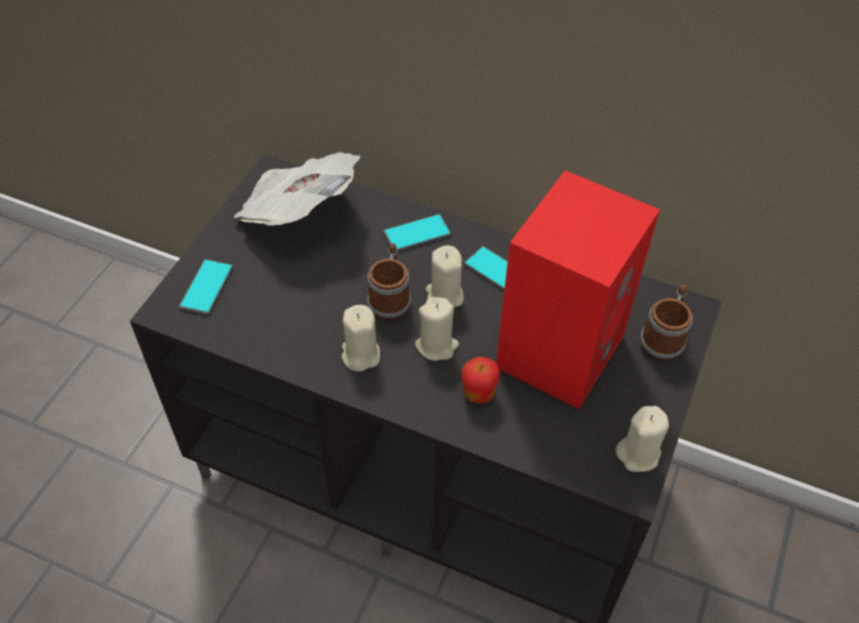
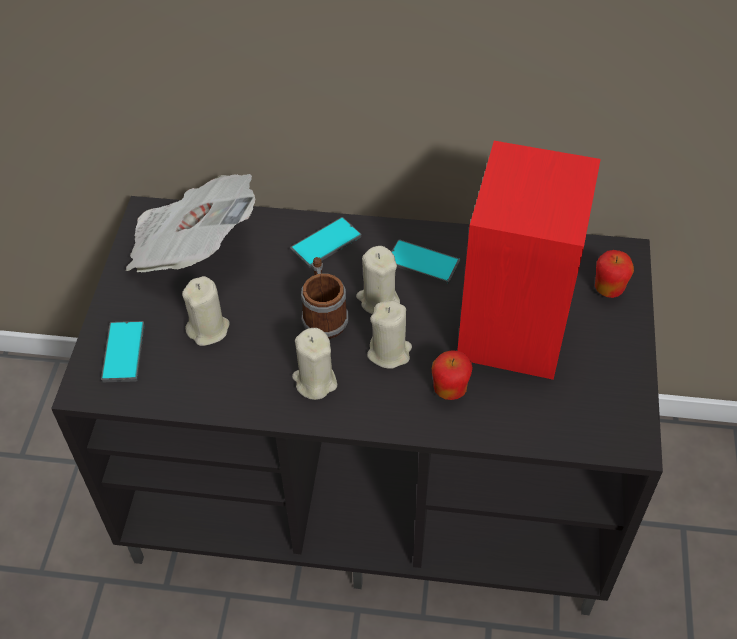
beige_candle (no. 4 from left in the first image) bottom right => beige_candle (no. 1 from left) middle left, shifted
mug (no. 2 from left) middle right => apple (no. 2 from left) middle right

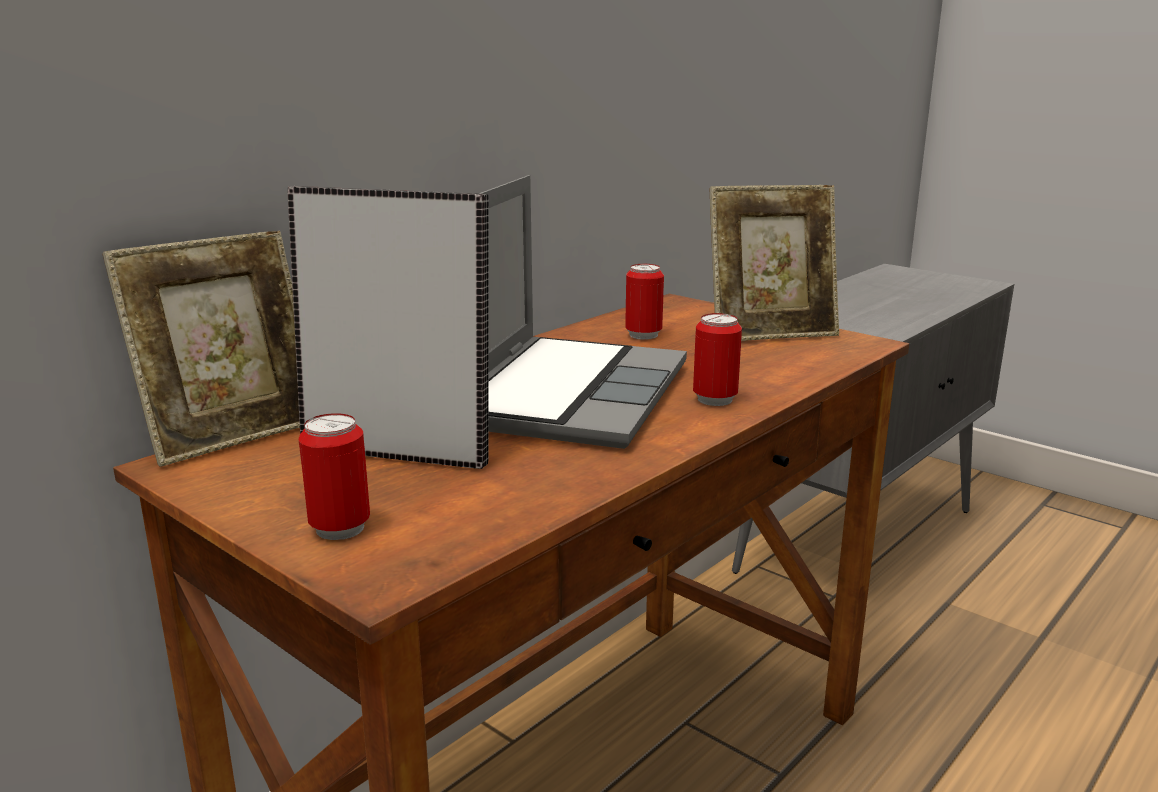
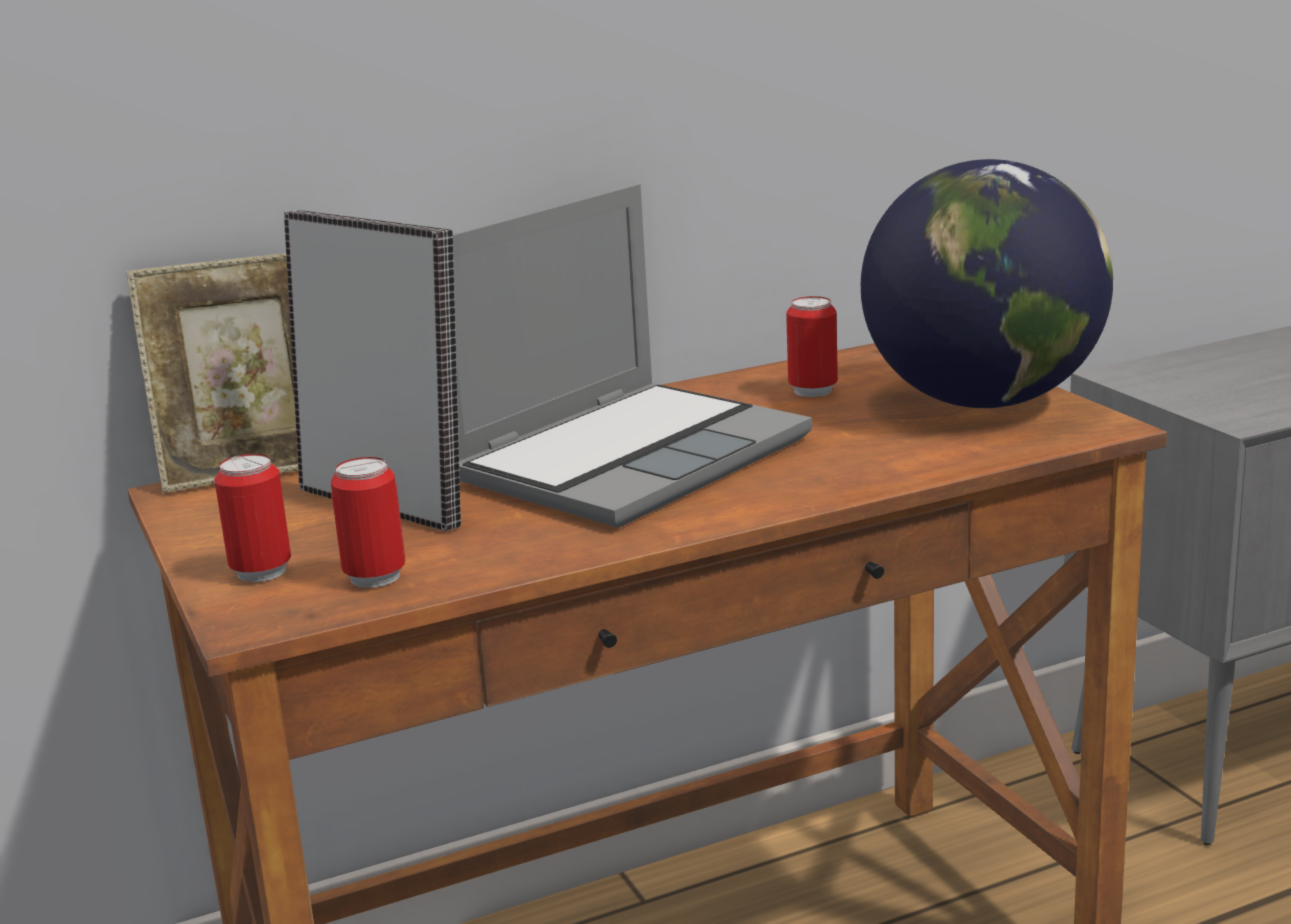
can (no. 3 from left in the first image) centre => can (no. 2 from left) middle left, shifted
picture_frame (no. 3 from left) top right => globe top right

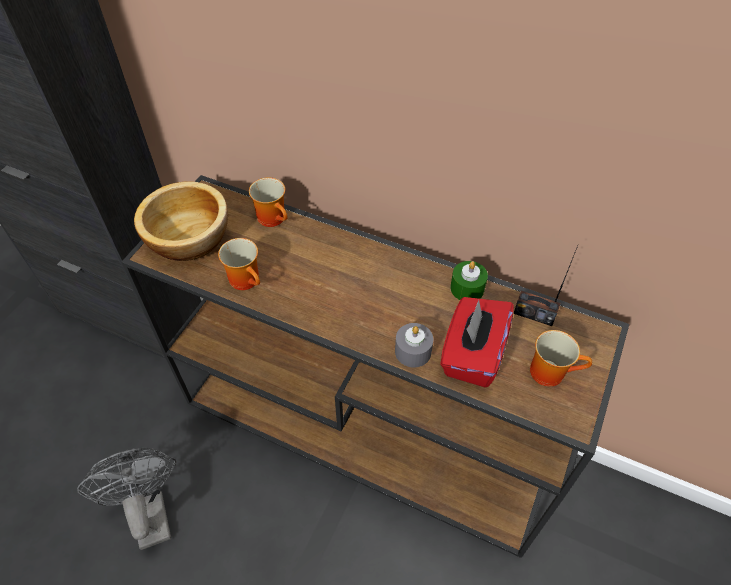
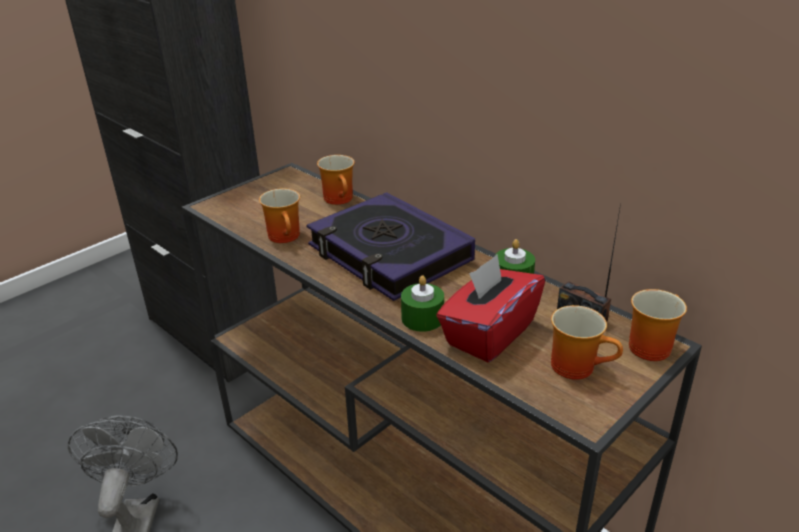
nothing => book centre
grey_candle centre => green_candle (no. 1 from left) centre
nothing => mug (no. 4 from left) middle right
bowl middle left => nothing

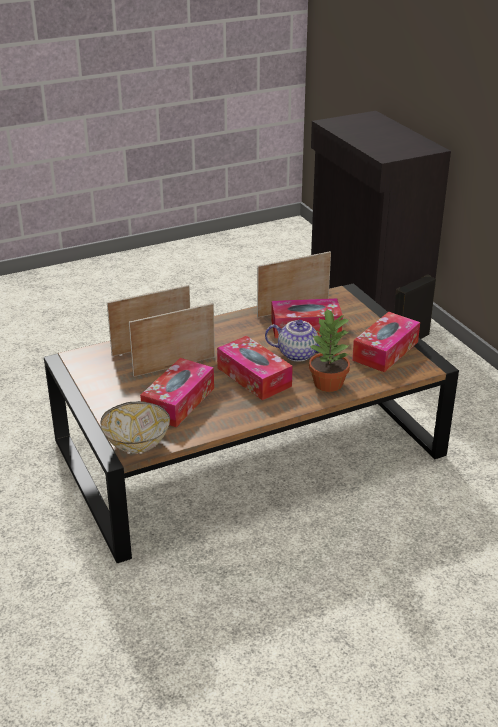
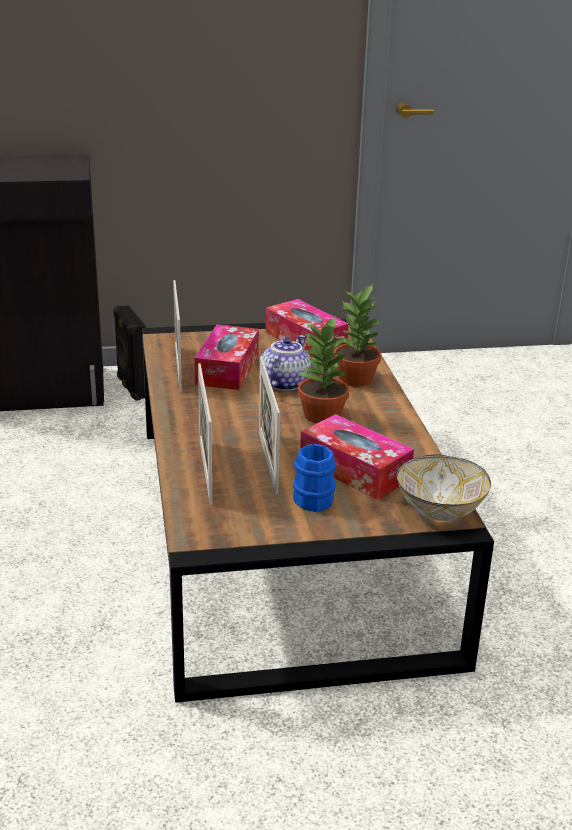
nothing => blue_mug centre
tissue_box (no. 2 from left) centre => potted_plant (no. 1 from left) centre

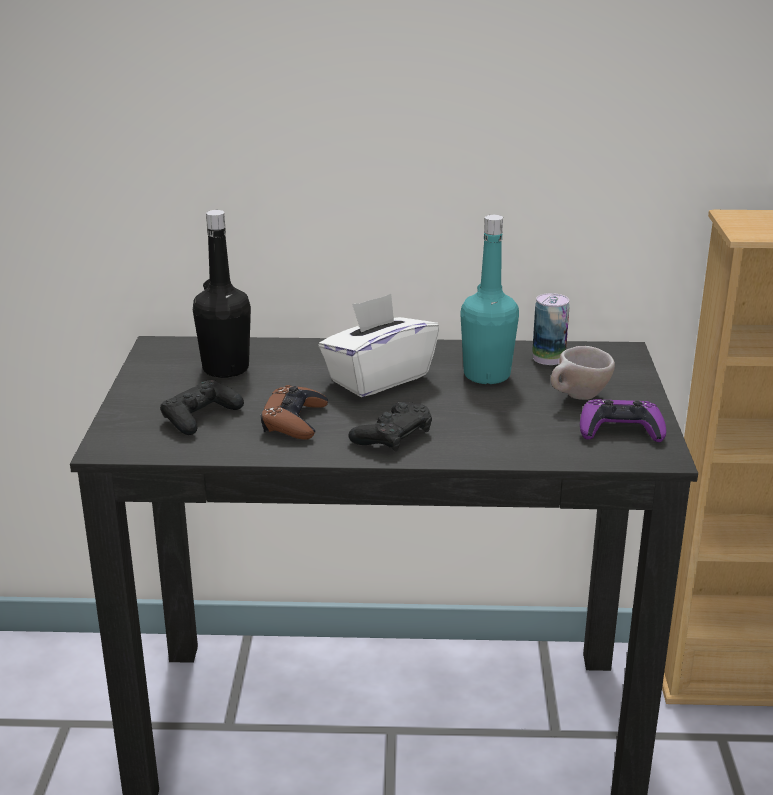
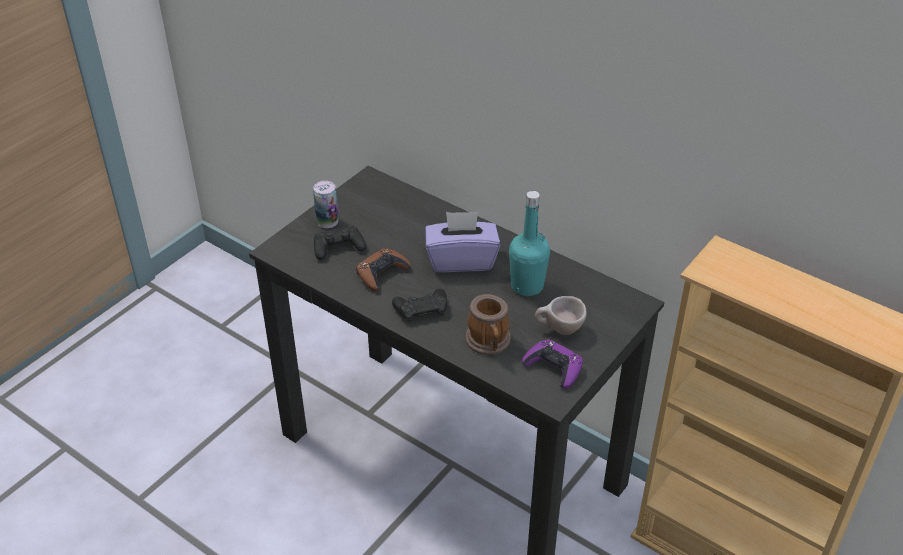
can middle right => can centre, shifted
white_tissue_box centre => purple_tissue_box centre
nothing => mug centre
black_bottle middle left => nothing

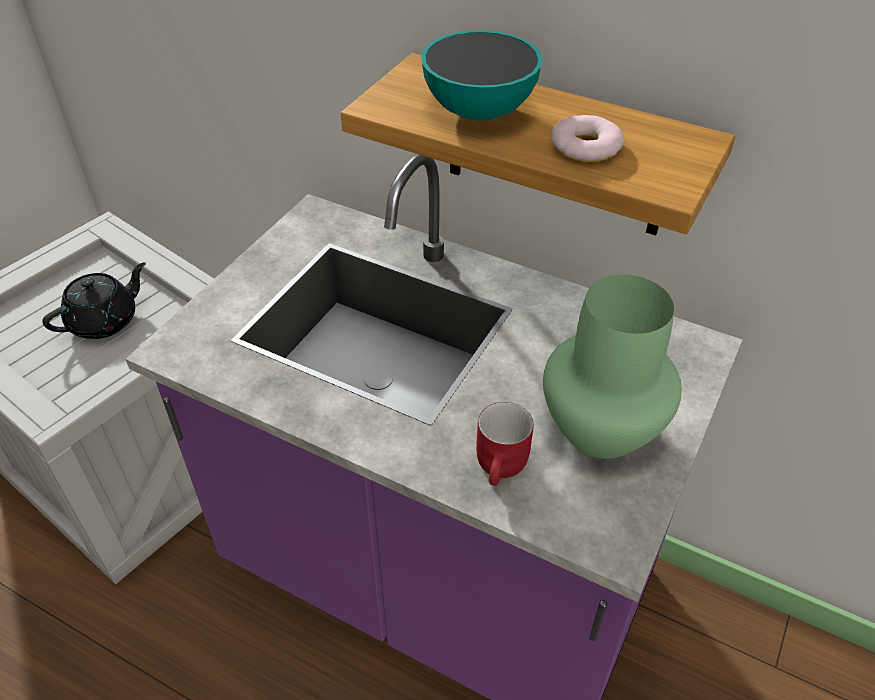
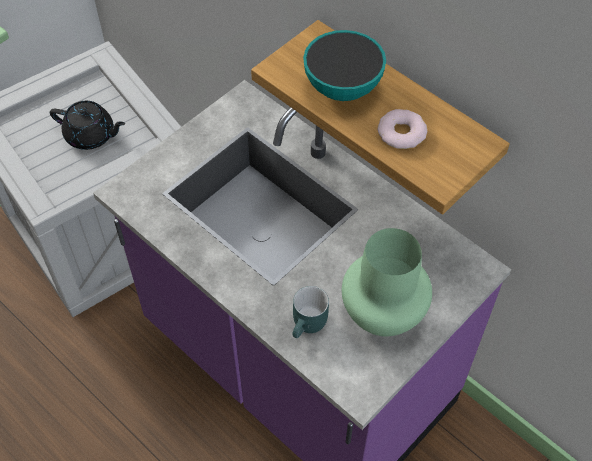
black_teapot middle left => black_teapot top left, 45 degrees clockwise
red_mug centre => turquoise_mug bottom centre

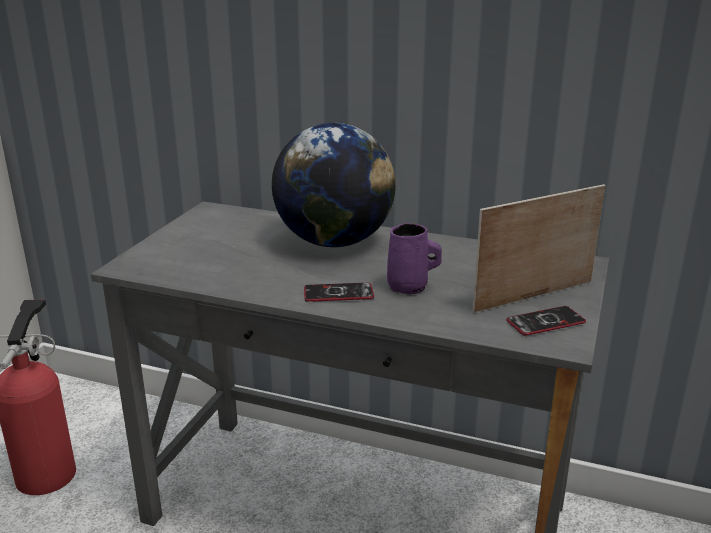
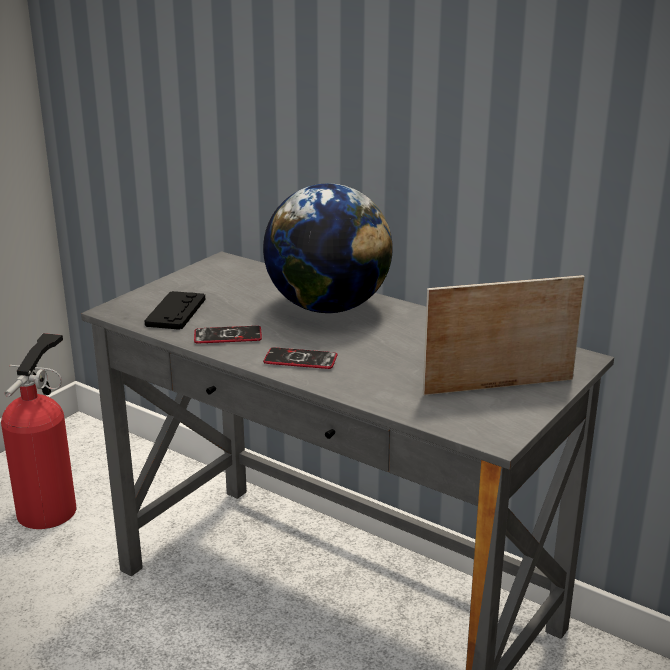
nothing => black_game_controller middle left
phone (no. 2 from left in the first image) middle right => phone (no. 1 from left) centre, shifted
purple_mug centre => nothing

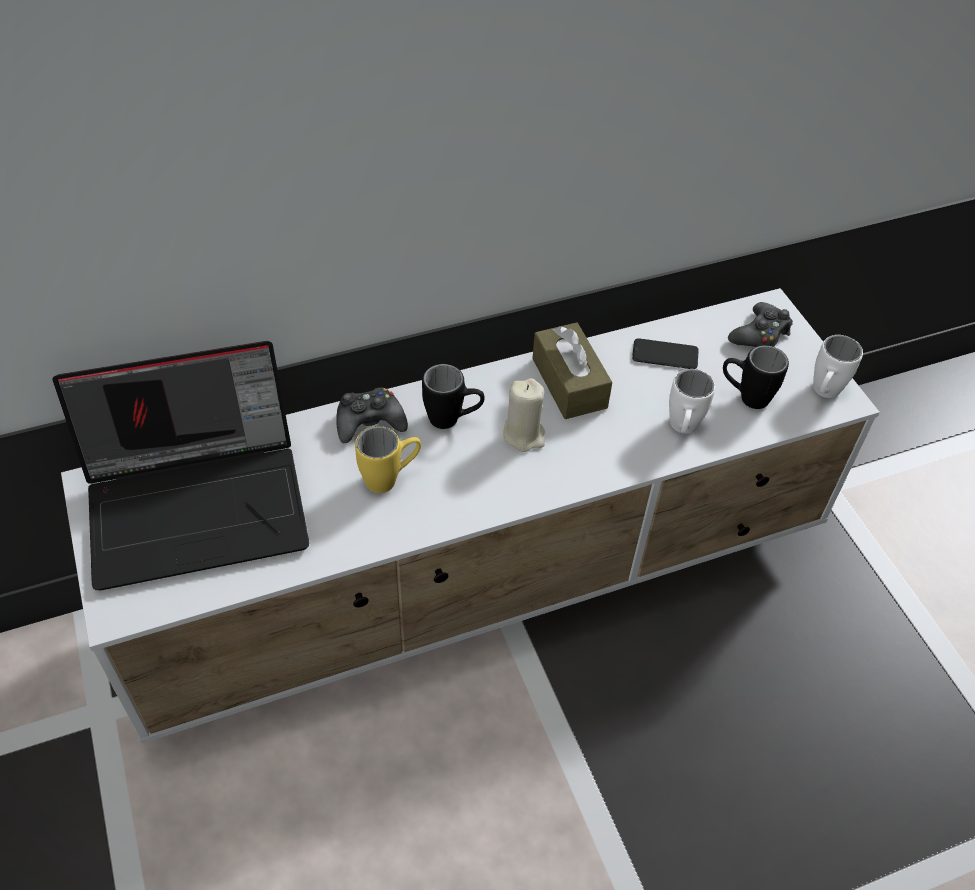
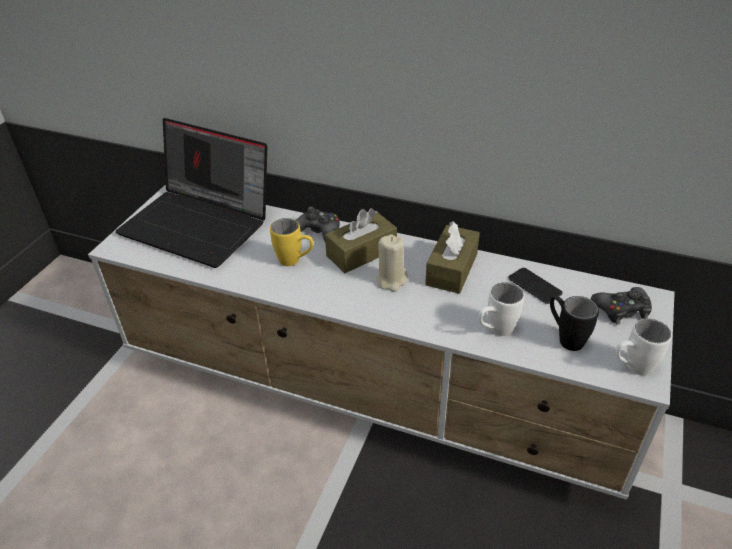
black_mug (no. 1 from left) centre => brown_tissue_box (no. 1 from left) centre

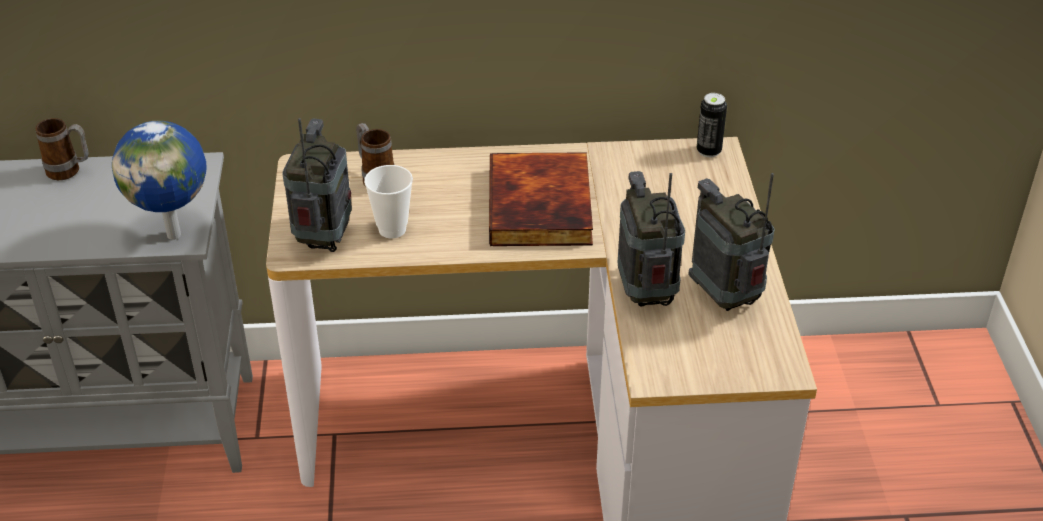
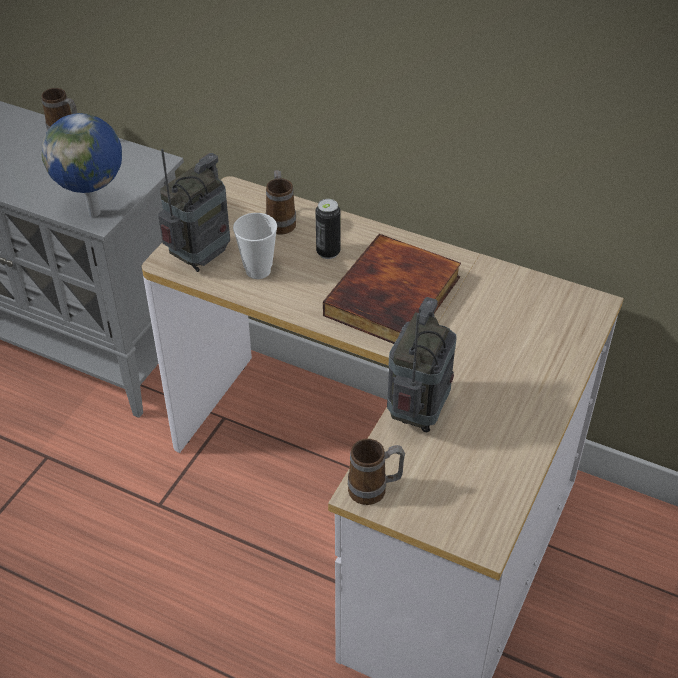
can top right => can centre, shifted
nothing => mug (no. 3 from left) bottom centre
radio (no. 3 from left) middle right => nothing

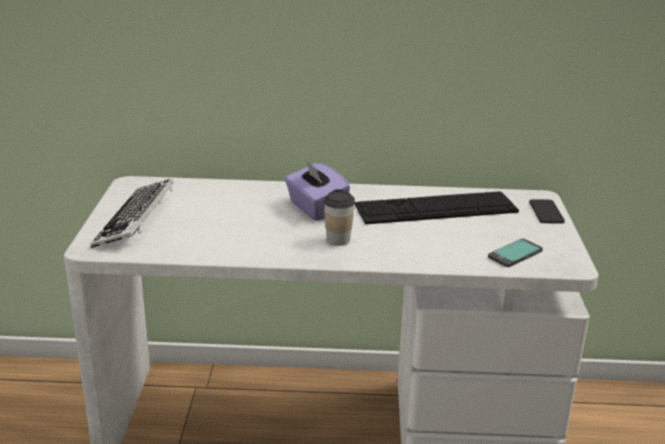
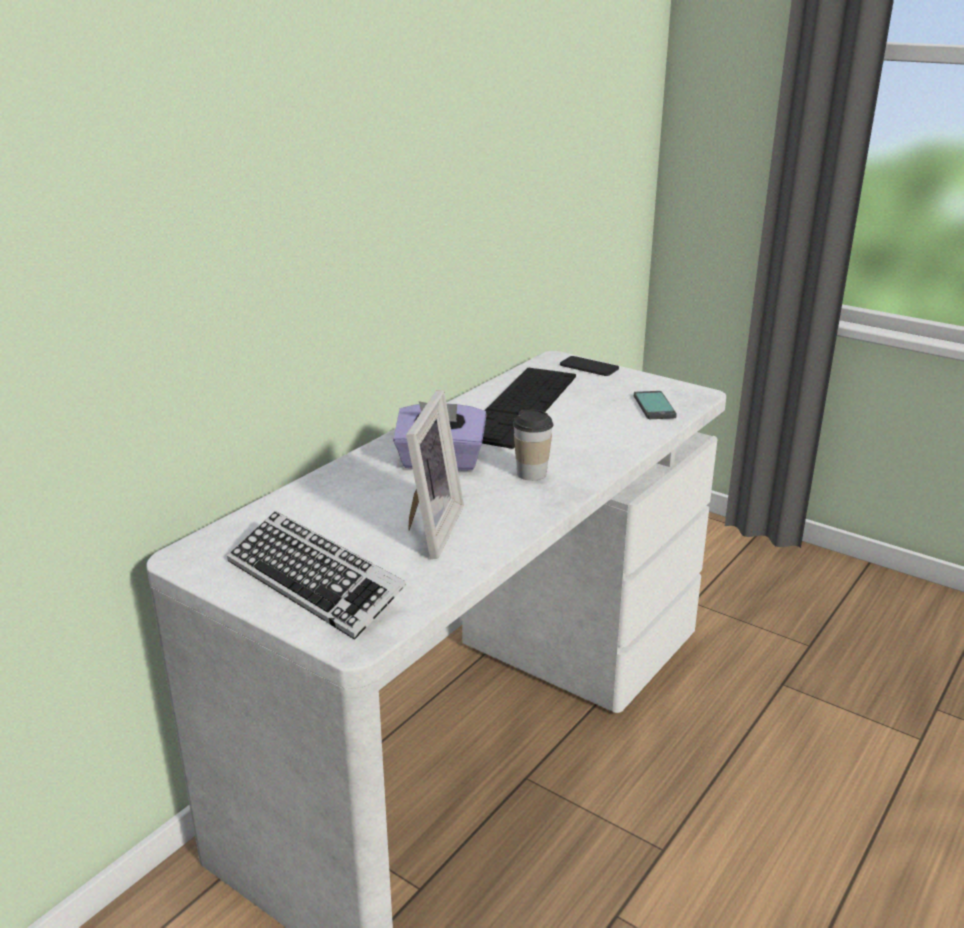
nothing => picture_frame centre

